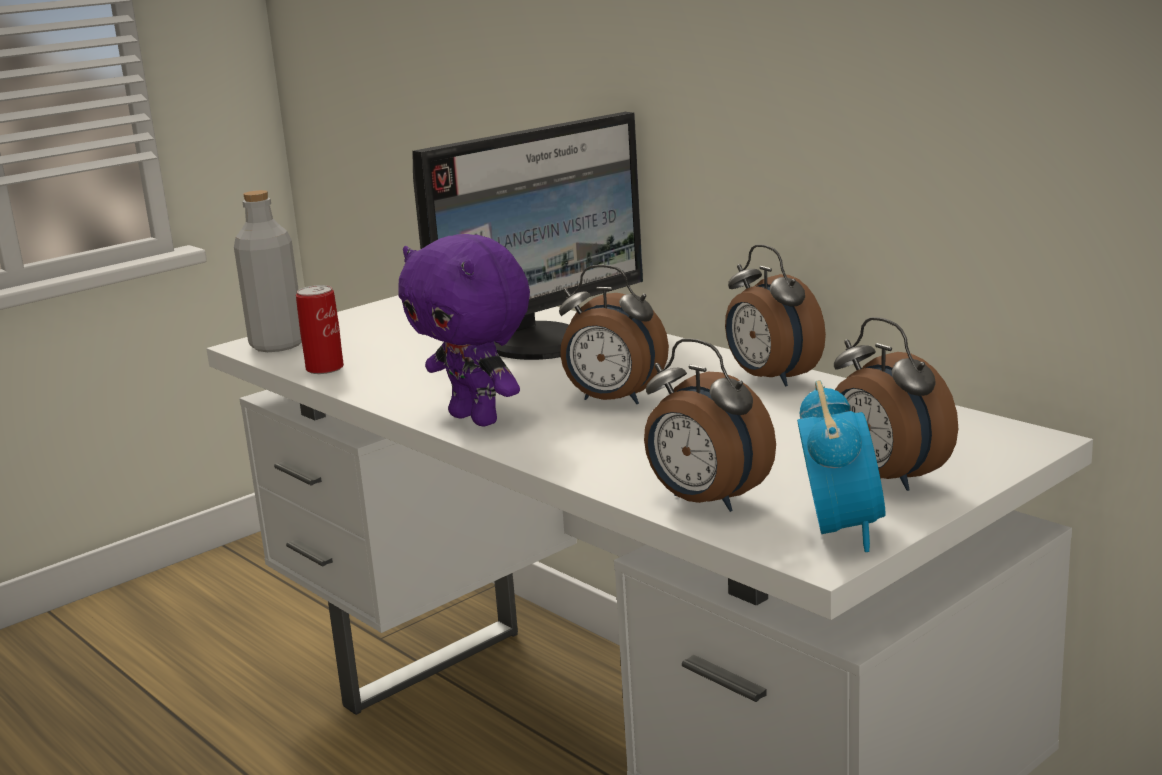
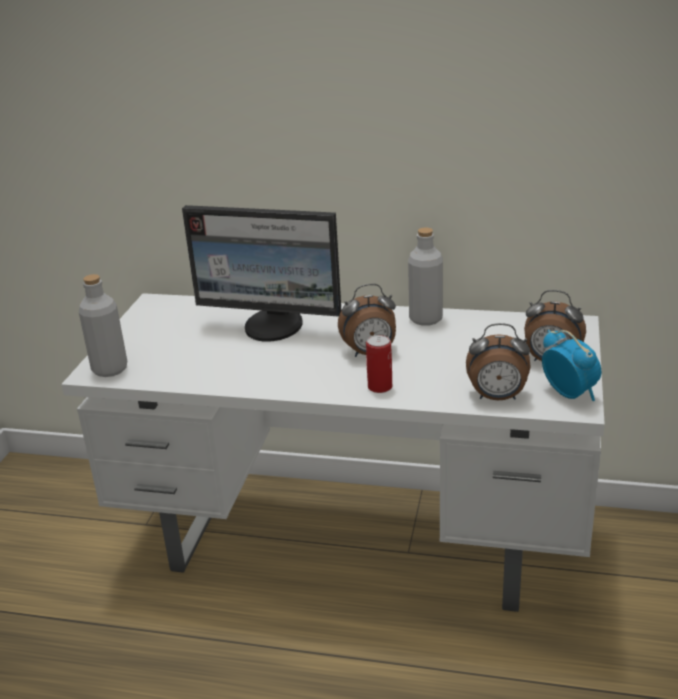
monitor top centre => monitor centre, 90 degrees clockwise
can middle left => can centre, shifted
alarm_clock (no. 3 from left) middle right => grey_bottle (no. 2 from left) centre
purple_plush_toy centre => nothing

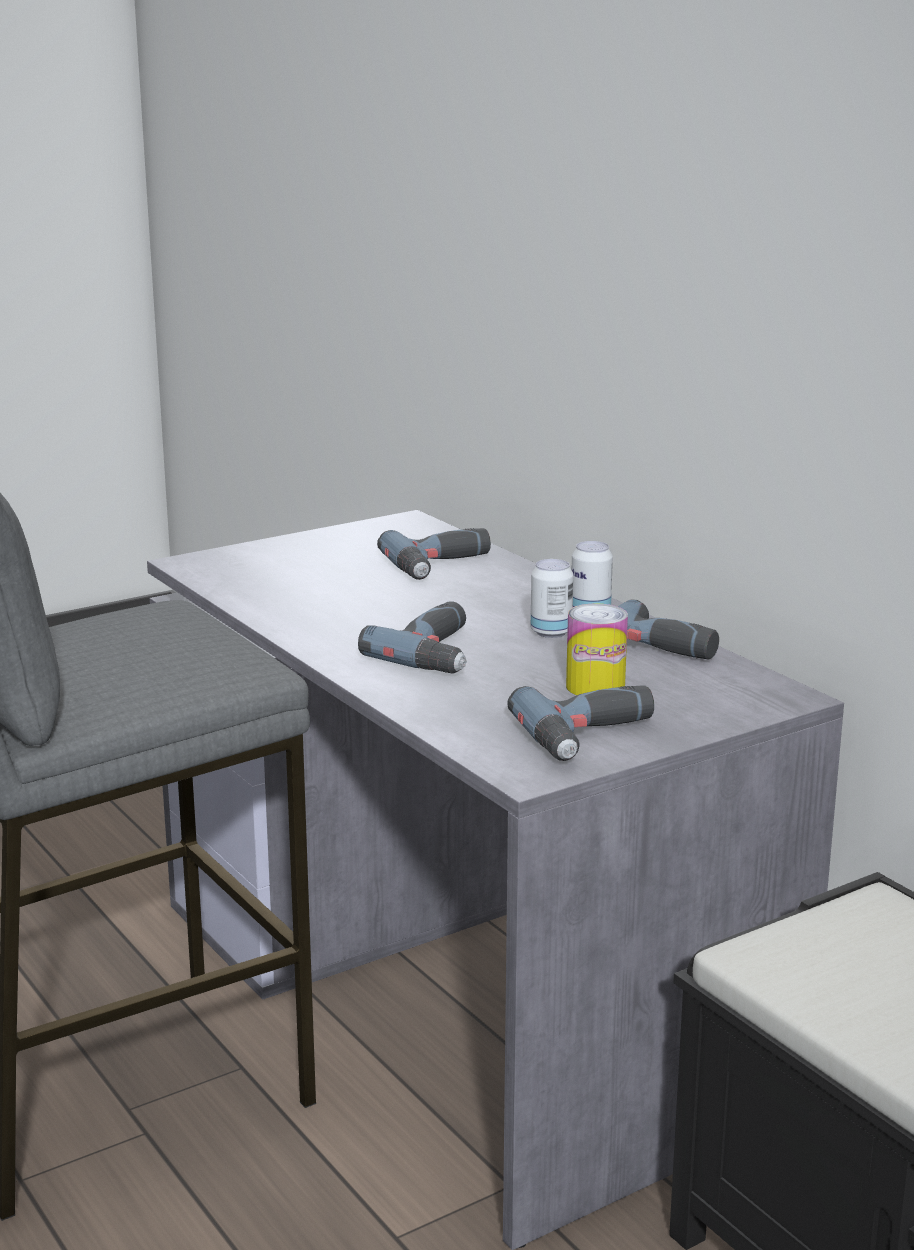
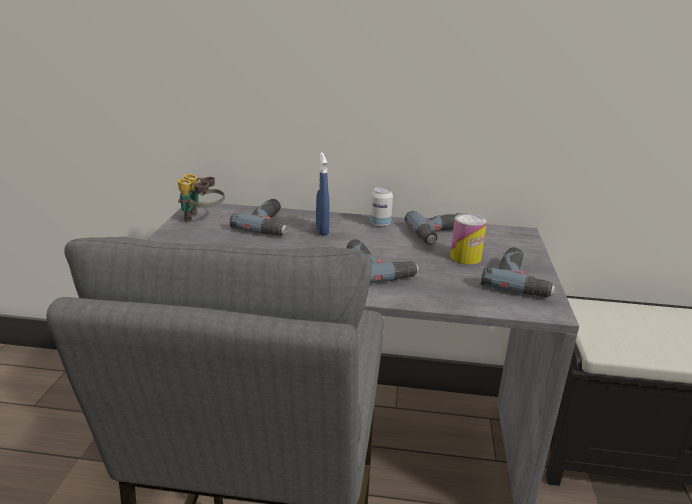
nothing => binoculars middle left
nothing => blue_spray_bottle centre
can (no. 1 from left) centre => nothing

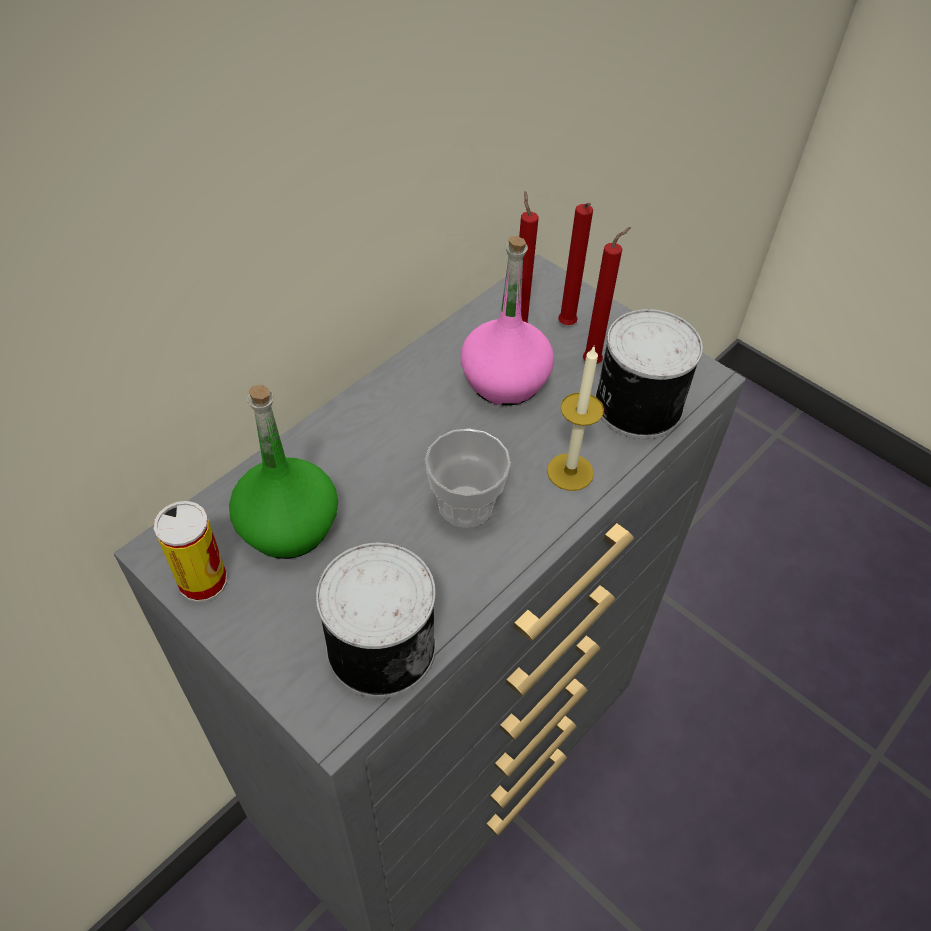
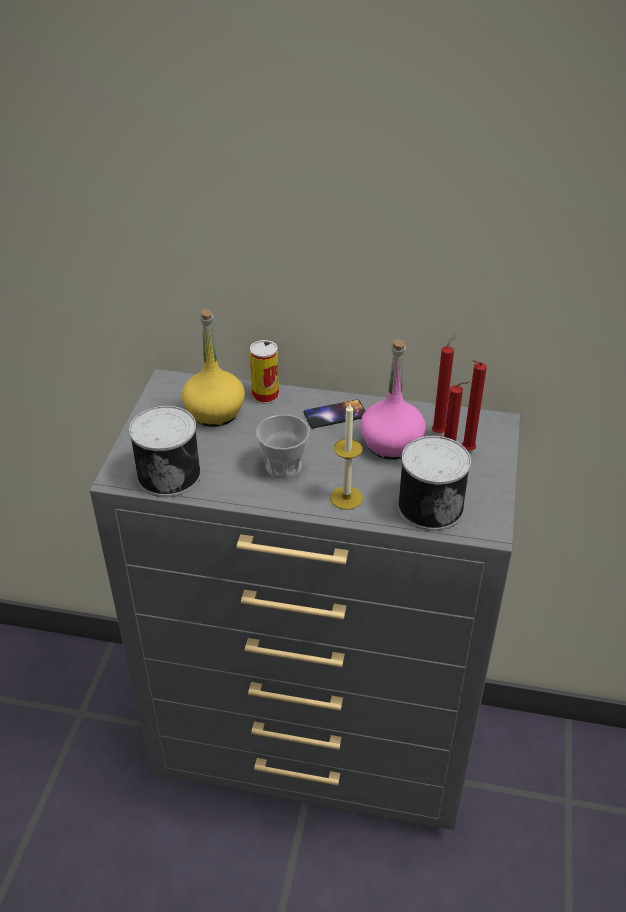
green_bottle middle left => yellow_bottle centre
can (no. 1 from left in the first image) middle left => can (no. 2 from left) centre, shifted
nothing => phone centre

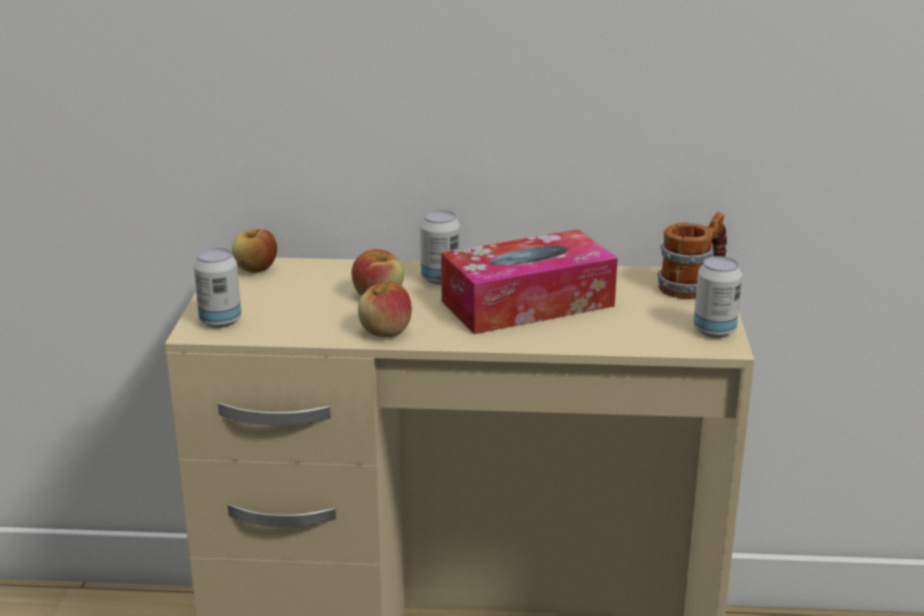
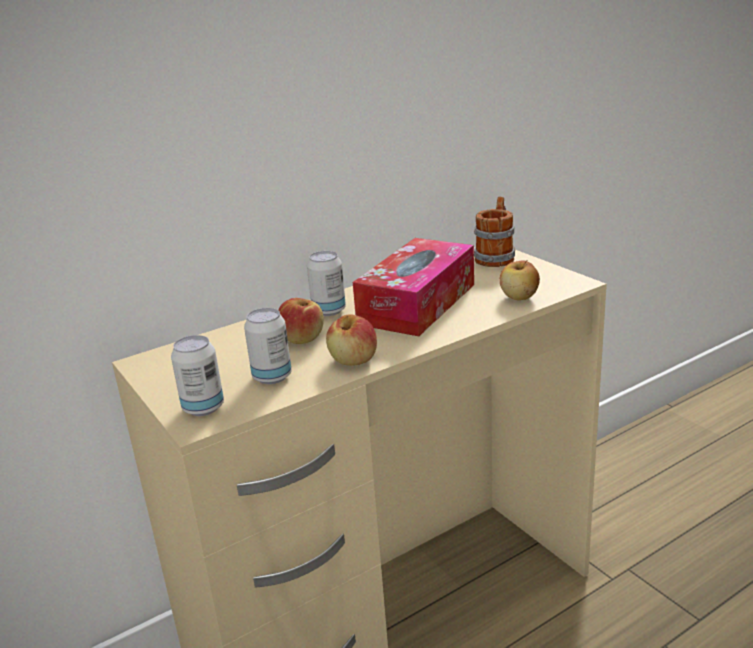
can (no. 3 from left in the first image) middle right => can (no. 2 from left) centre, shifted
apple (no. 1 from left in the first image) middle left => apple (no. 3 from left) middle right, shifted

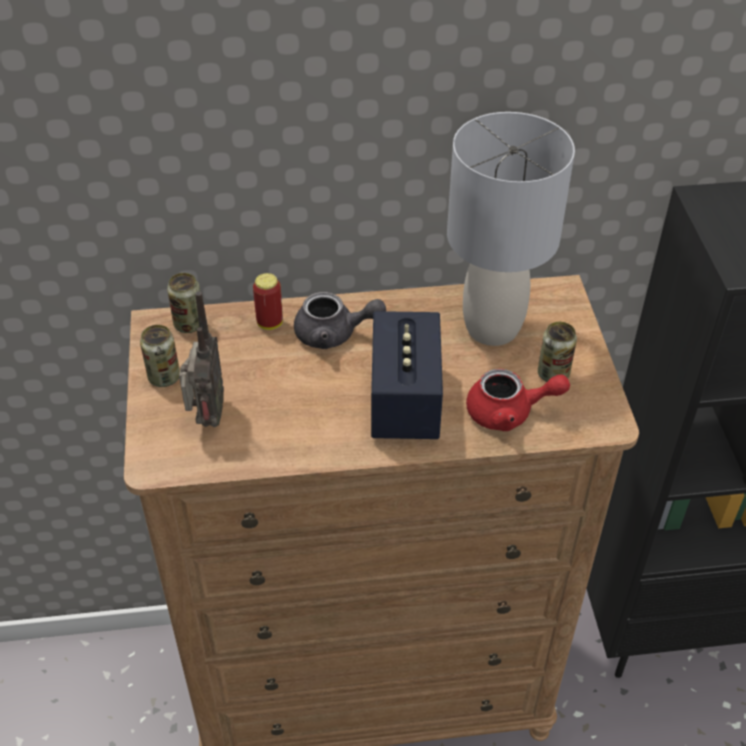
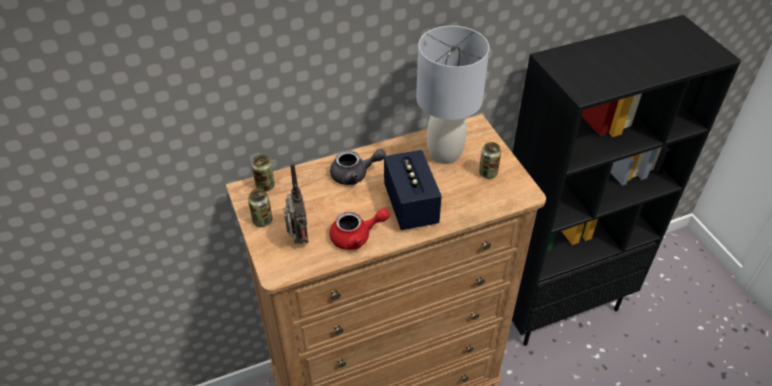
red_teapot middle right => red_teapot centre, shifted
can (no. 3 from left) centre => nothing

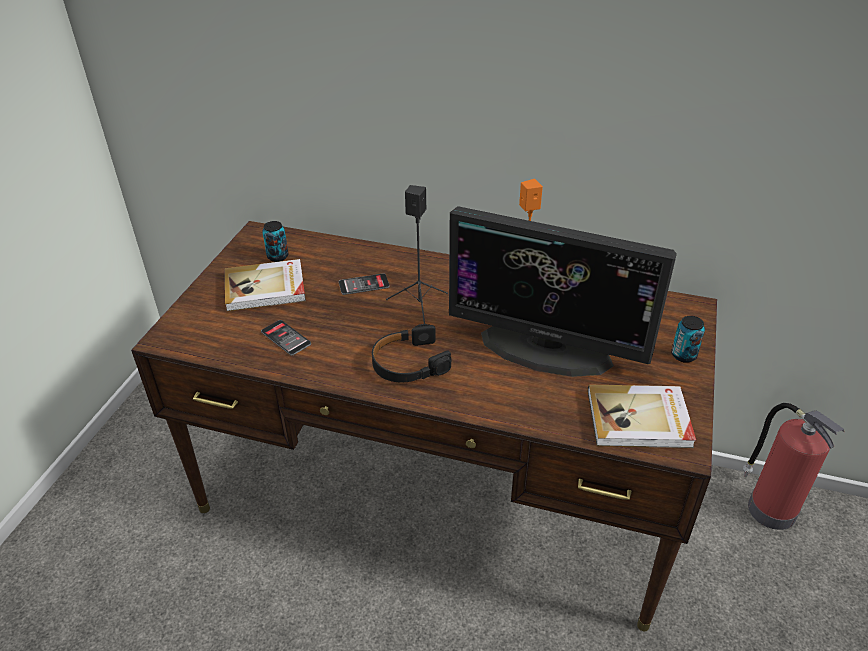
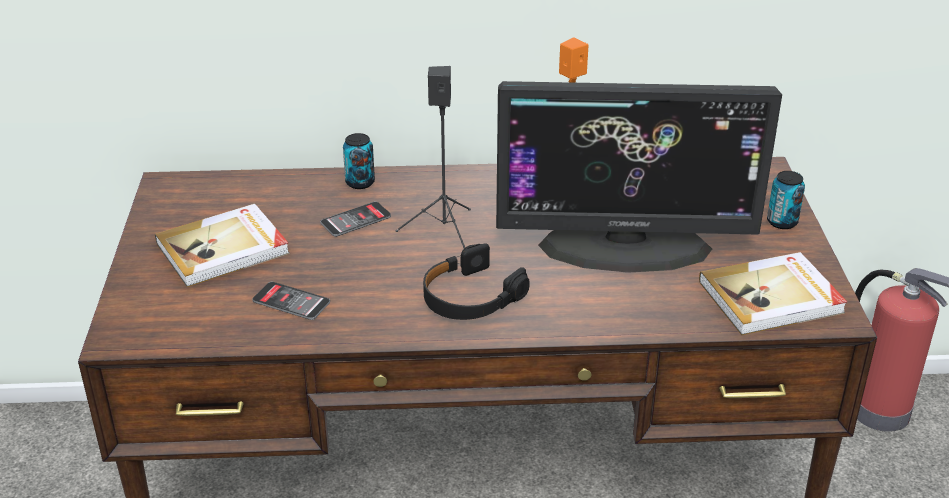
can (no. 1 from left) middle left => can (no. 1 from left) top centre, shifted

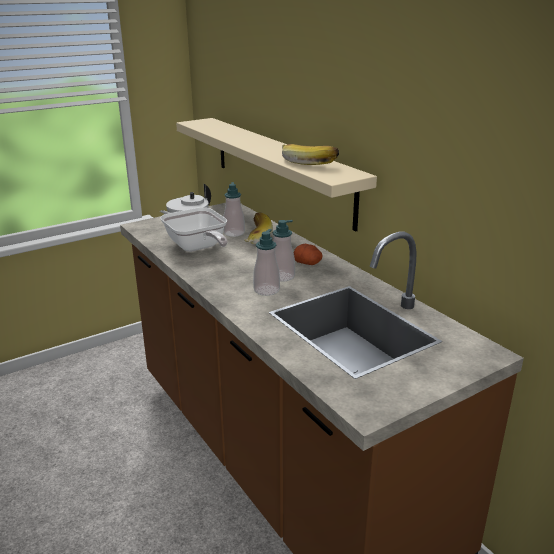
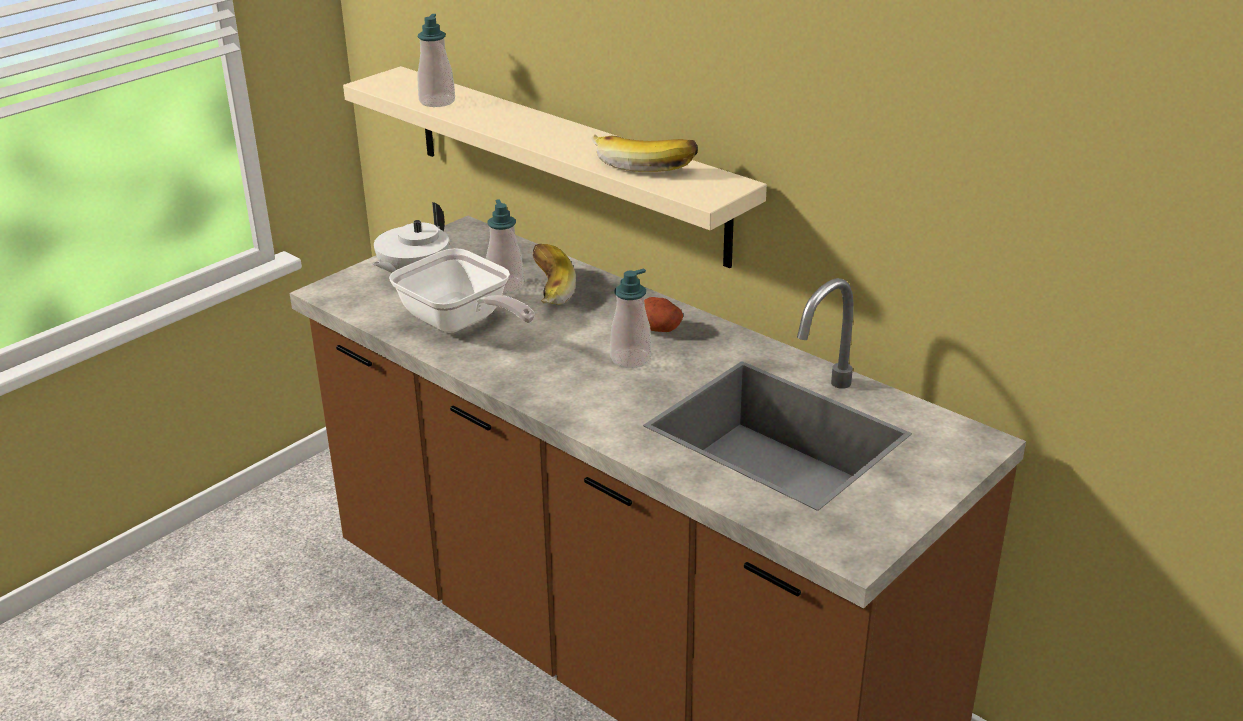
soap_dispenser (no. 2 from left in the first image) centre => soap_dispenser (no. 1 from left) top centre, shifted

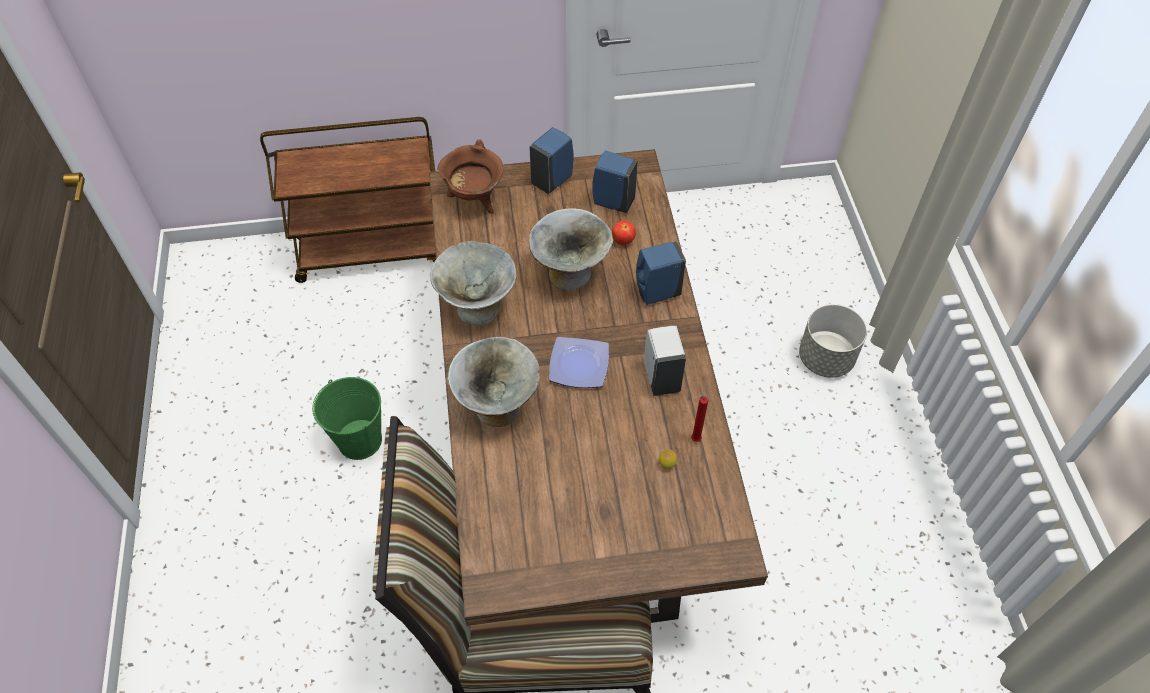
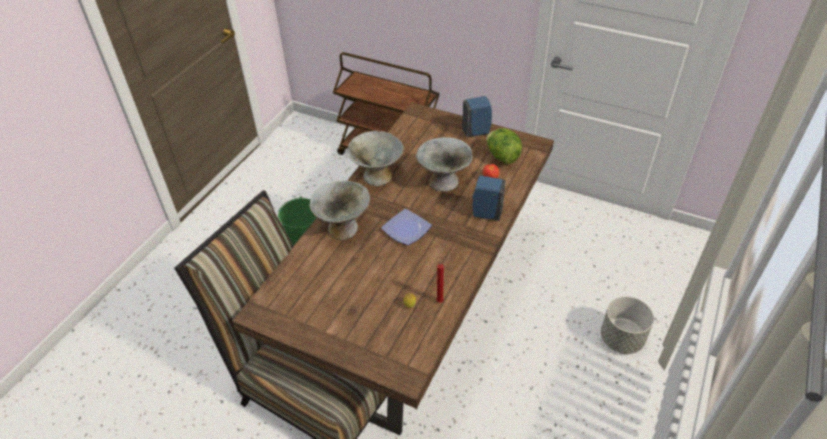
blue_soap_dispenser (no. 2 from left) top centre => lettuce top centre
brown_cooking_pot top centre => nothing
white_soap_dispenser centre => nothing

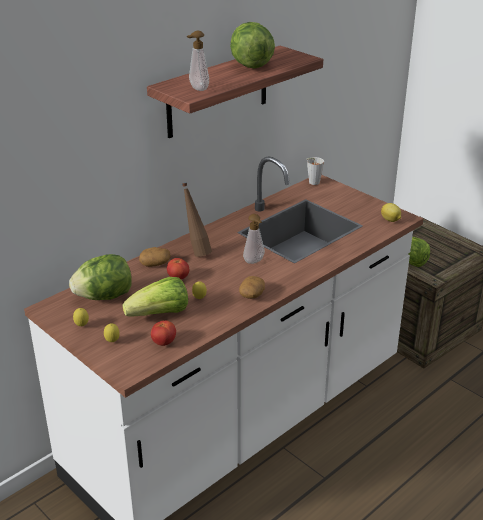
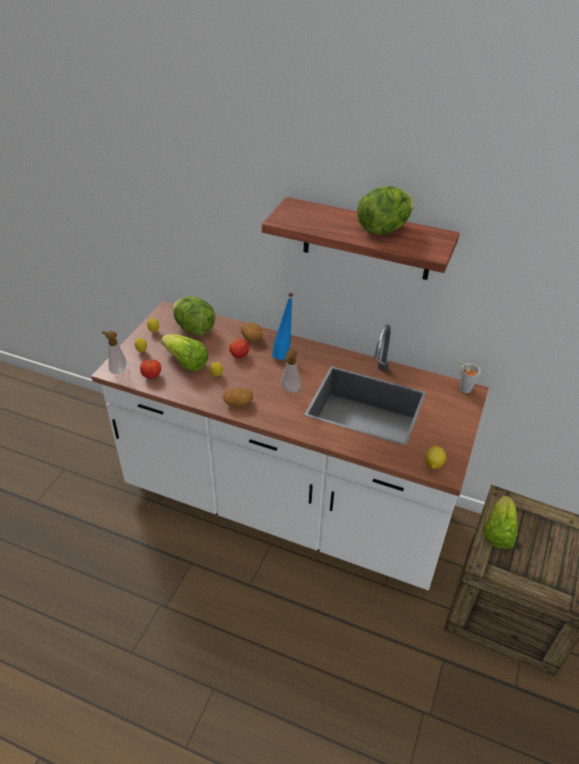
soap_dispenser (no. 1 from left) top centre => soap_dispenser (no. 1 from left) middle left, shifted
brown_bottle centre => blue_bottle centre

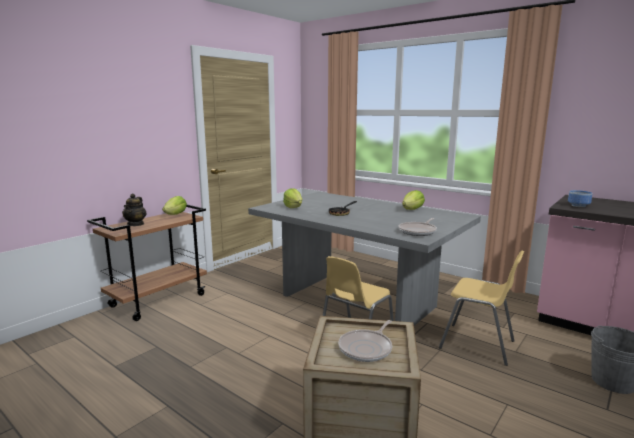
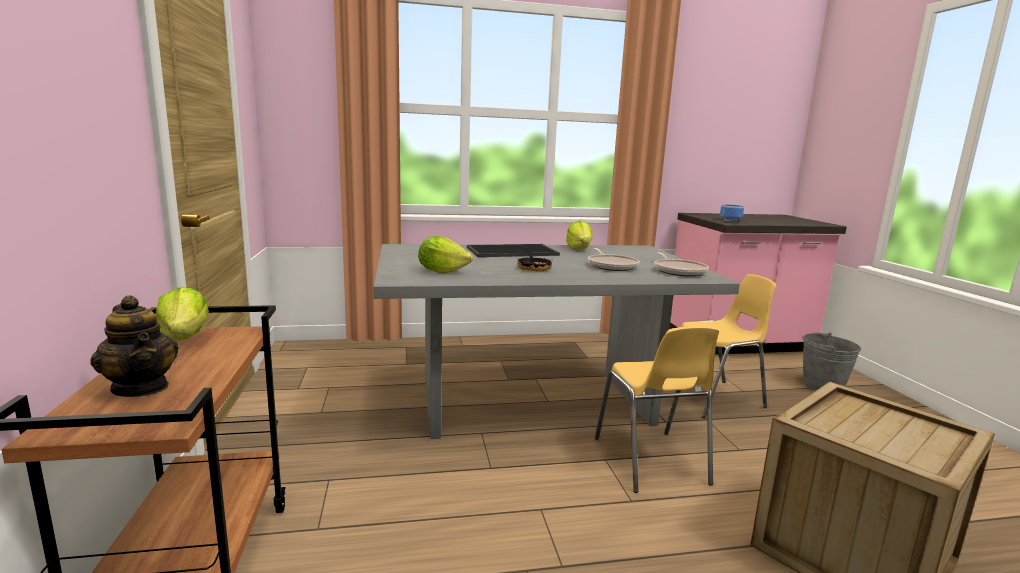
nothing => tray centre
frying_pan (no. 2 from left) bottom centre => frying_pan (no. 2 from left) centre, shifted

